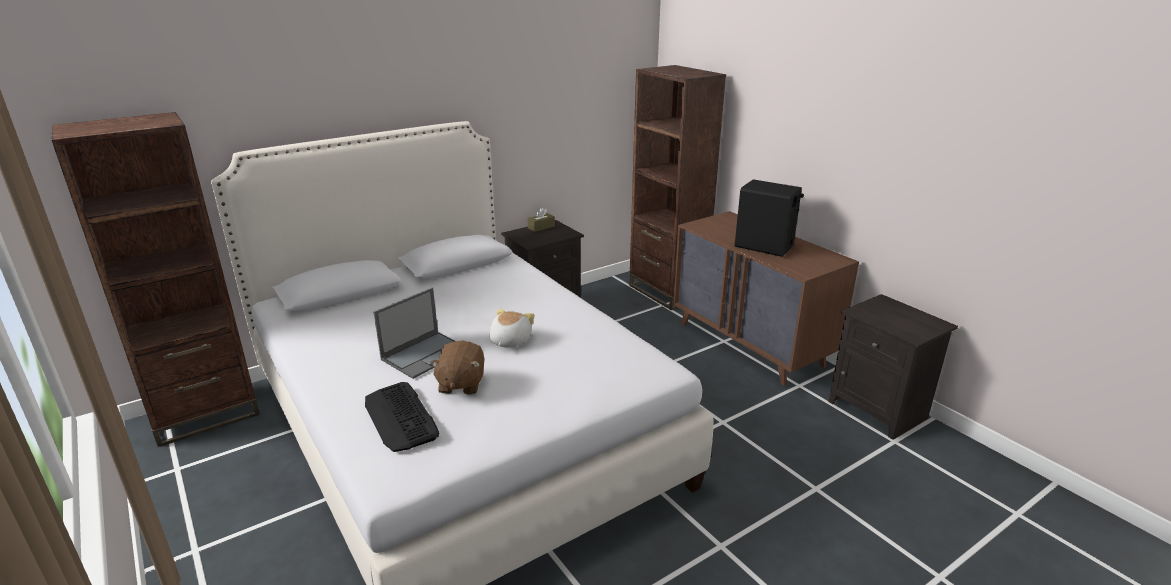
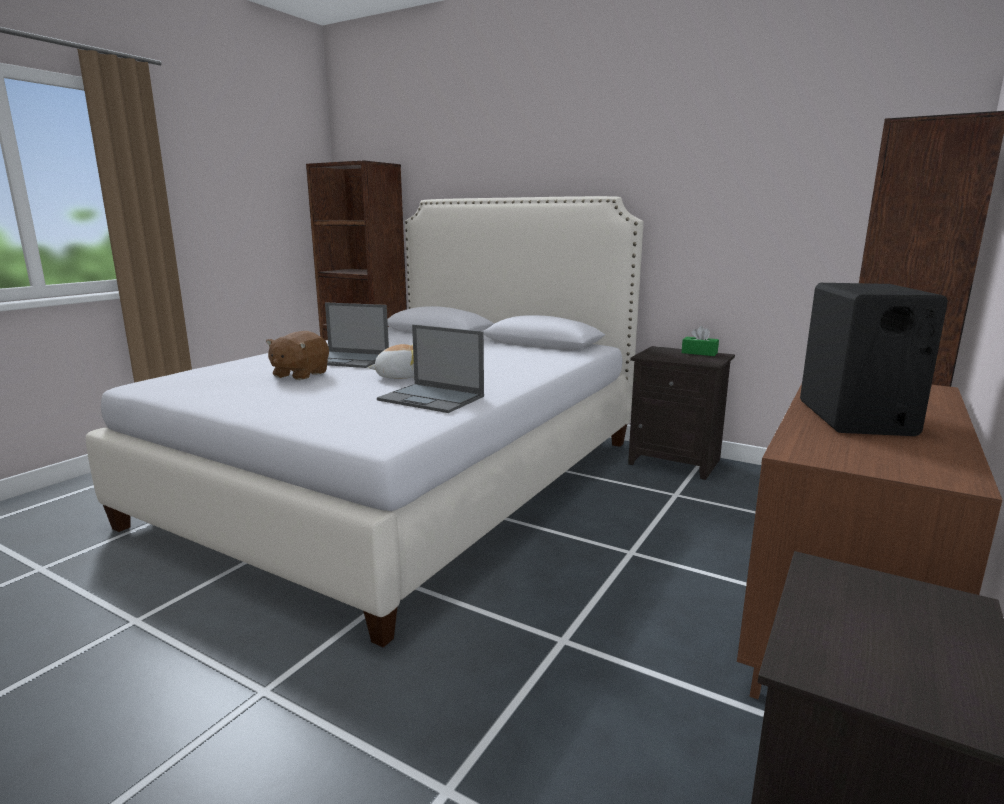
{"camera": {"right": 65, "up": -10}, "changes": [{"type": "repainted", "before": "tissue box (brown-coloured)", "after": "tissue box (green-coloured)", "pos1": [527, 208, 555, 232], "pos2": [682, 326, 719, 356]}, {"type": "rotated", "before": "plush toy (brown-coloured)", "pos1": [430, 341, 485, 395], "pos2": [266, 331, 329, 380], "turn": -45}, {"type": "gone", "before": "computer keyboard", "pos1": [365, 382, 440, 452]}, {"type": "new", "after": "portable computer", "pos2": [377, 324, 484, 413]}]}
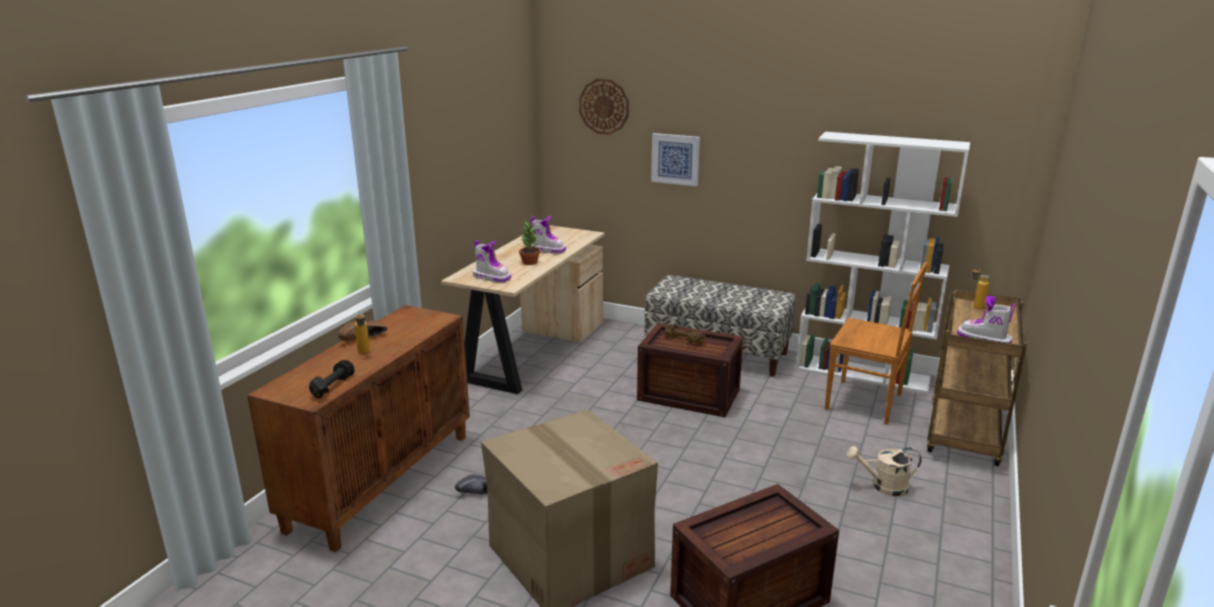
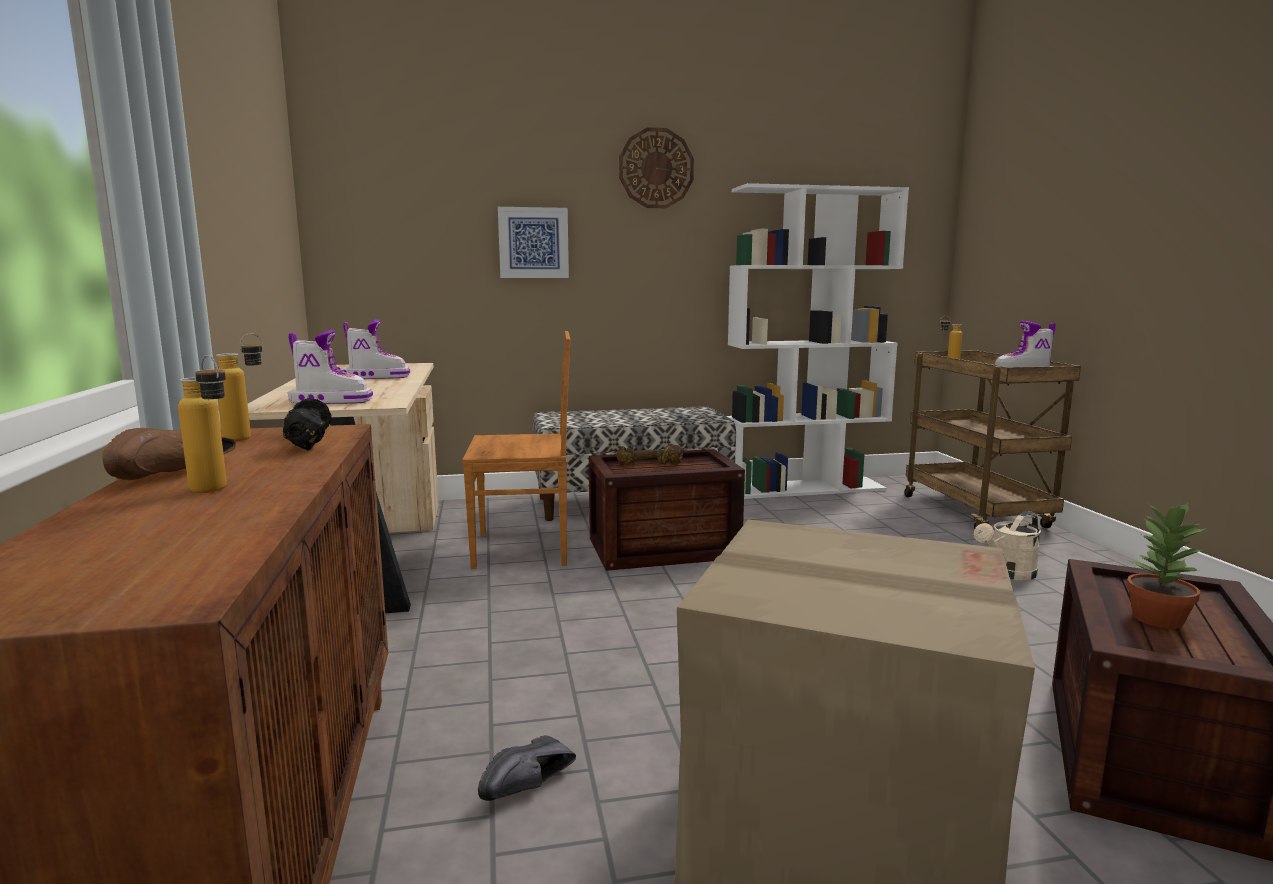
{"camera": {"right": -35, "up": -10}, "changes": [{"type": "shifted", "before": "wall clock", "pos1": [579, 79, 629, 135], "pos2": [619, 127, 694, 208]}, {"type": "shifted", "before": "plant in a pot", "pos1": [519, 221, 540, 265], "pos2": [1126, 502, 1206, 629]}, {"type": "shifted", "before": "chair (brown-coloured)", "pos1": [825, 262, 927, 425], "pos2": [462, 331, 570, 569]}, {"type": "shifted", "before": "free weight (black-coloured)", "pos1": [309, 360, 354, 398], "pos2": [283, 398, 331, 450]}, {"type": "new", "after": "bottle", "pos2": [216, 333, 263, 441]}]}
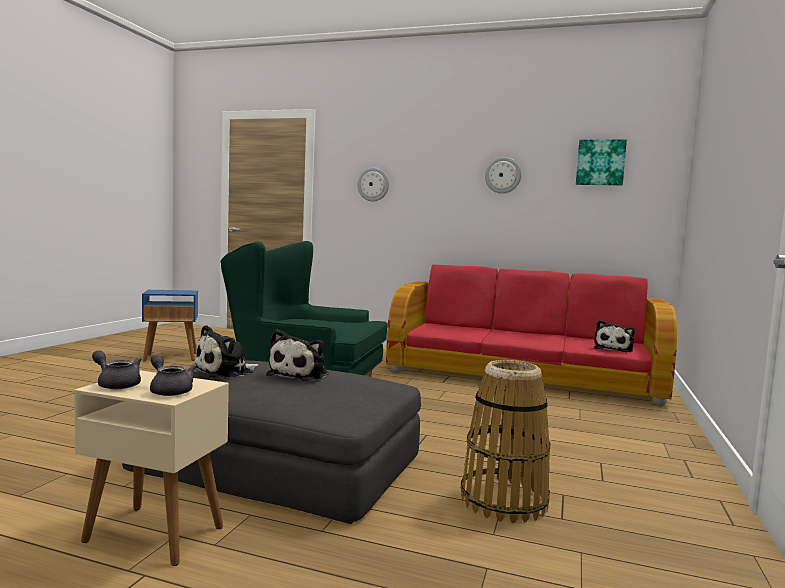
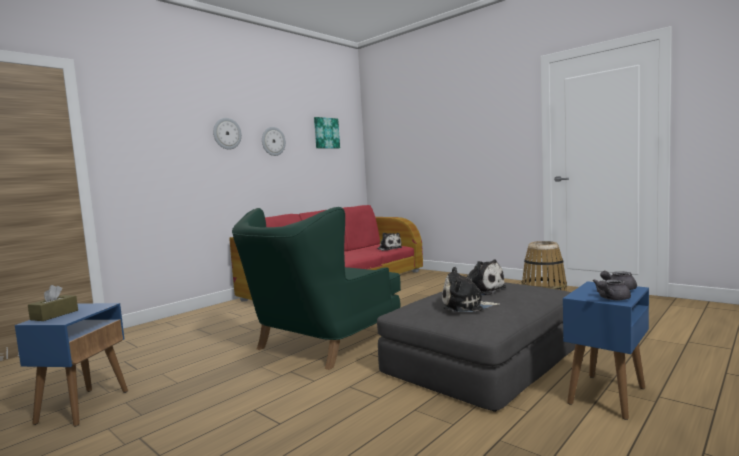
{"camera": {"right": -65, "up": 0}, "changes": [{"type": "shifted", "before": "wall clock", "pos1": [358, 168, 389, 202], "pos2": [213, 118, 242, 150]}, {"type": "rotated", "before": "plush toy", "pos1": [195, 325, 259, 378], "pos2": [442, 267, 500, 312], "turn": 120}, {"type": "repainted", "before": "side table (beige)", "after": "side table (bluish)", "pos1": [74, 370, 229, 566], "pos2": [563, 281, 649, 420]}, {"type": "new", "after": "tissue box (brown-coloured)", "pos2": [28, 285, 78, 321]}]}
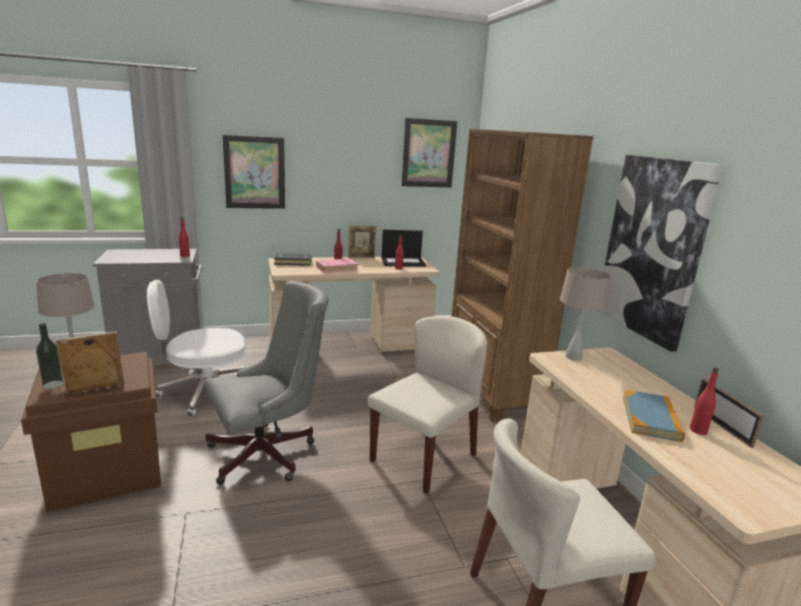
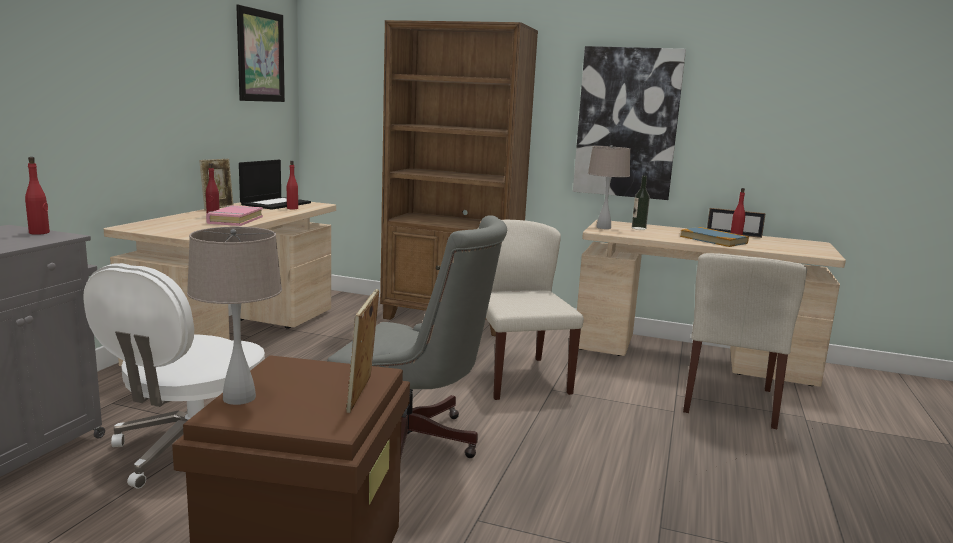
{"camera": {"right": -55, "up": -5}, "changes": [{"type": "gone", "before": "wall art", "pos1": [223, 135, 285, 209]}, {"type": "gone", "before": "bound book (black-coloured)", "pos1": [274, 253, 312, 266]}, {"type": "rotated", "before": "office chair (greyish)", "pos1": [205, 281, 328, 485], "pos2": [327, 215, 507, 460], "turn": 105}, {"type": "shifted", "before": "bottle", "pos1": [36, 323, 64, 389], "pos2": [632, 176, 650, 230]}]}
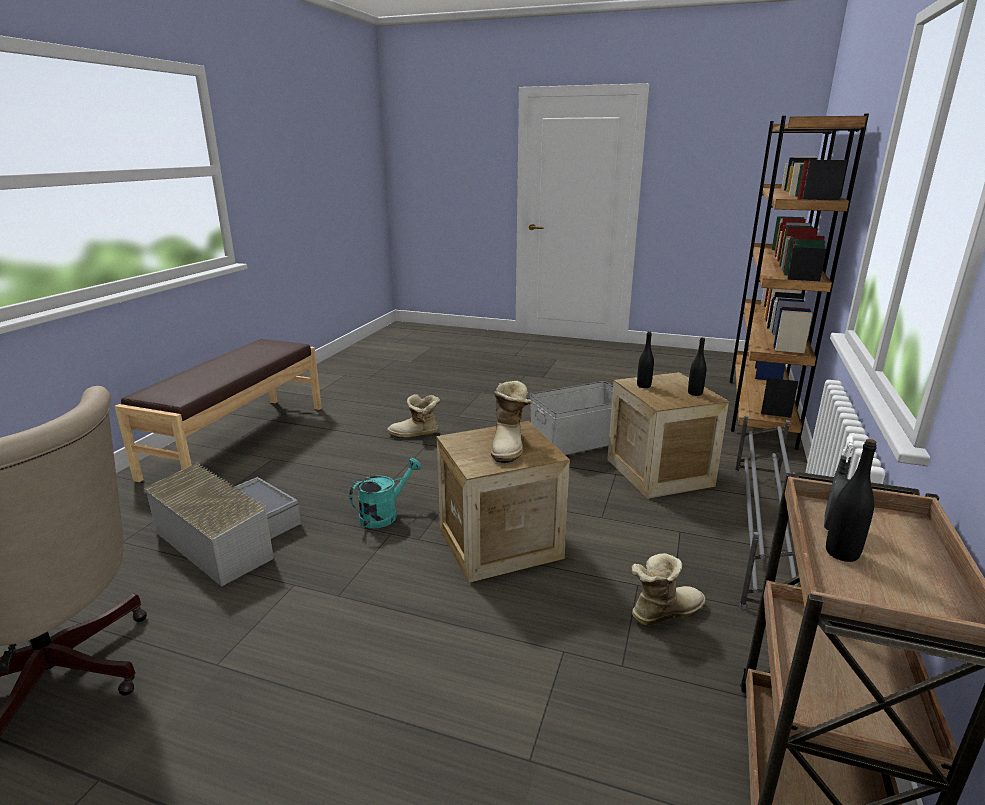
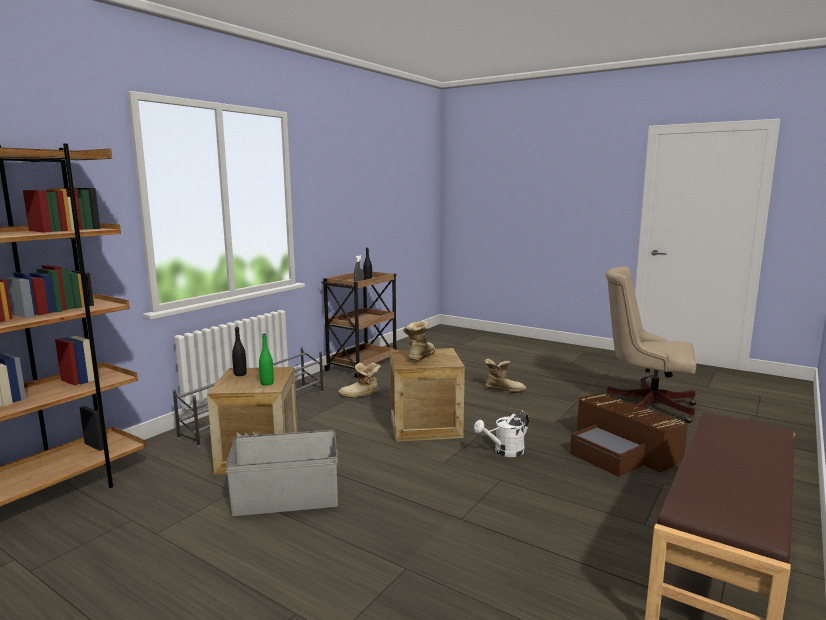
{"camera": {"right": -165, "up": -10}, "changes": [{"type": "repainted", "before": "bottle (black-coloured)", "after": "bottle (green-coloured)", "pos1": [637, 331, 654, 388], "pos2": [259, 334, 274, 386]}, {"type": "shifted", "before": "high-top boot", "pos1": [387, 394, 440, 438], "pos2": [484, 359, 526, 393]}, {"type": "repainted", "before": "sprinkling can (turquoise-coloured)", "after": "sprinkling can (whitish)", "pos1": [349, 458, 422, 528], "pos2": [474, 410, 529, 457]}, {"type": "repainted", "before": "storage bin (greyish)", "after": "storage bin (brown-coloured)", "pos1": [144, 463, 301, 587], "pos2": [570, 393, 688, 477]}]}
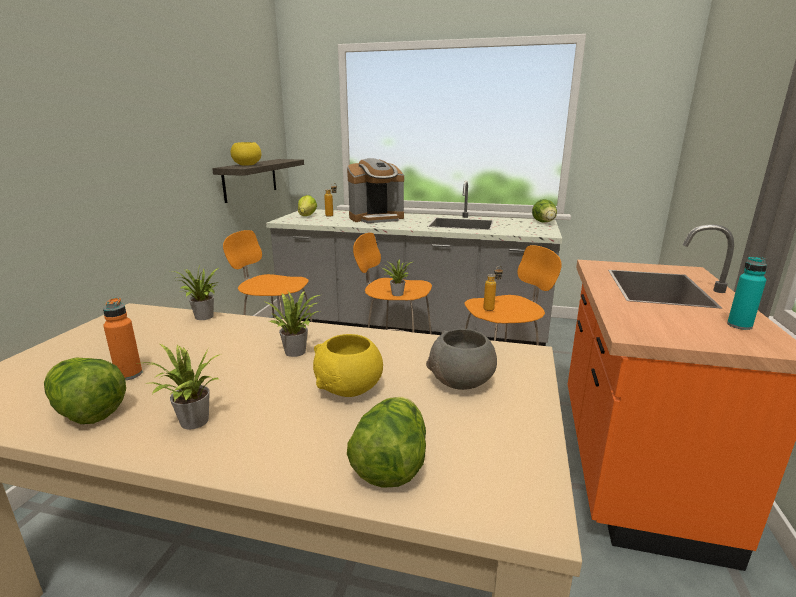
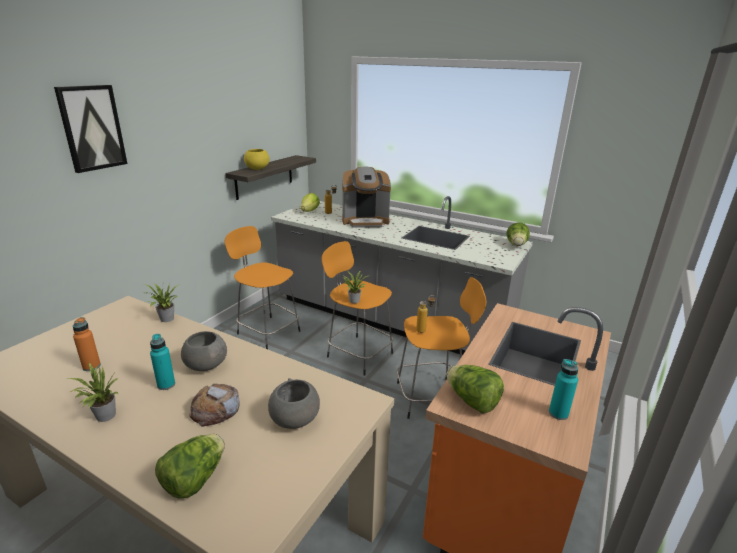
{"camera": {"right": 15, "up": 5}, "changes": [{"type": "swapped", "before": "plant in a pot", "after": "serving bowl (greyish)", "pos1": [263, 291, 320, 357], "pos2": [181, 331, 227, 371]}, {"type": "swapped", "before": "serving bowl (yellow-coloured)", "after": "bread", "pos1": [313, 334, 383, 397], "pos2": [189, 384, 240, 426]}, {"type": "shifted", "before": "lettuce head", "pos1": [44, 358, 126, 424], "pos2": [446, 365, 504, 413]}, {"type": "new", "after": "wall art", "pos2": [54, 85, 127, 173]}, {"type": "new", "after": "bottle (turquoise-coloured)", "pos2": [150, 334, 175, 390]}]}
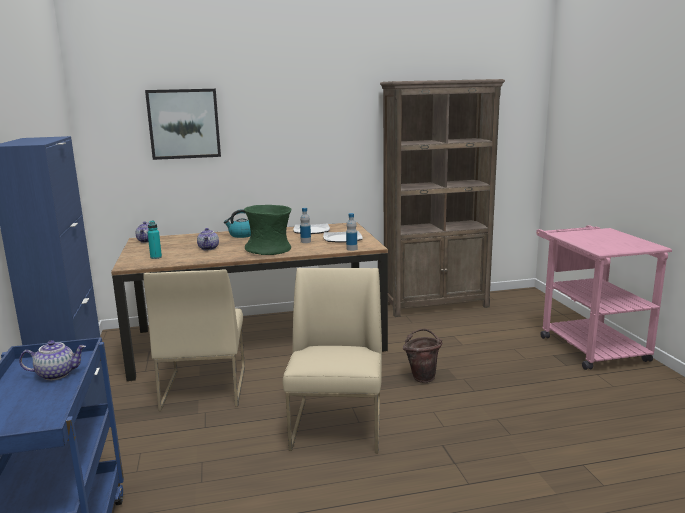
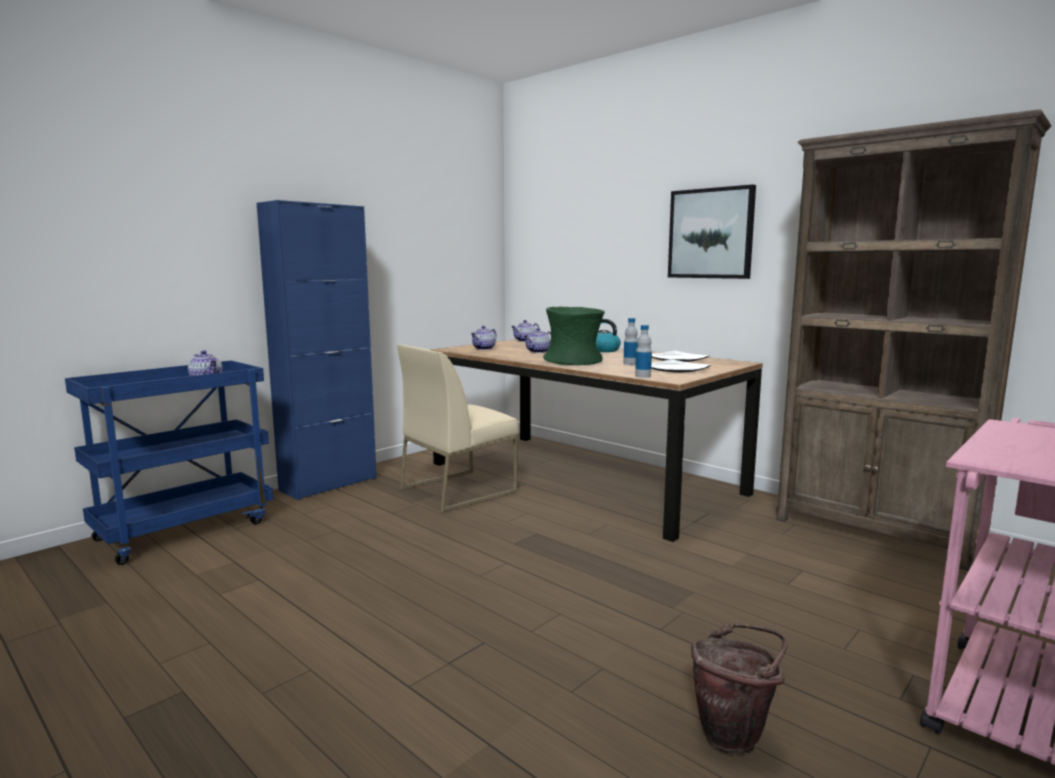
{"camera": {"right": 55, "up": -5}, "changes": [{"type": "shifted", "before": "wall art", "pos1": [145, 89, 221, 160], "pos2": [668, 184, 756, 279]}, {"type": "swapped", "before": "bottle (turquoise-coloured)", "after": "teapot", "pos1": [147, 221, 162, 259], "pos2": [470, 326, 497, 350]}, {"type": "gone", "before": "chair (beige)", "pos1": [283, 268, 382, 453]}, {"type": "shifted", "before": "water bucket (brown-coloured)", "pos1": [403, 329, 442, 383], "pos2": [691, 622, 787, 754]}]}
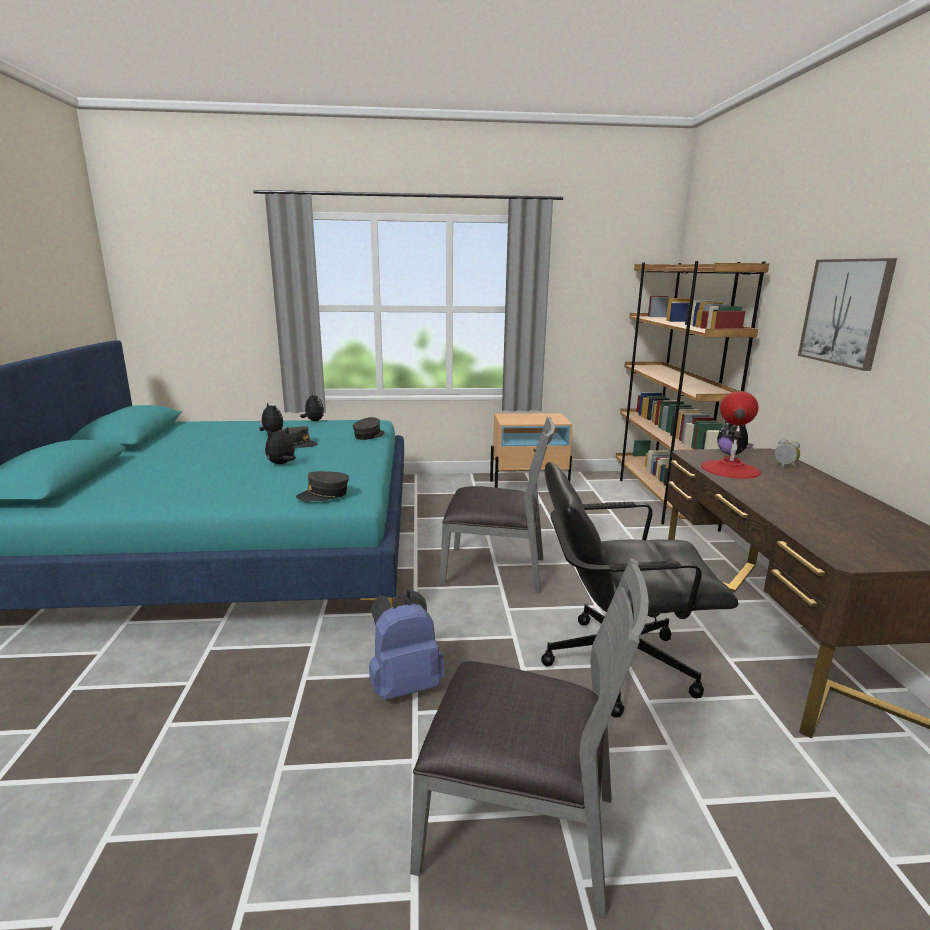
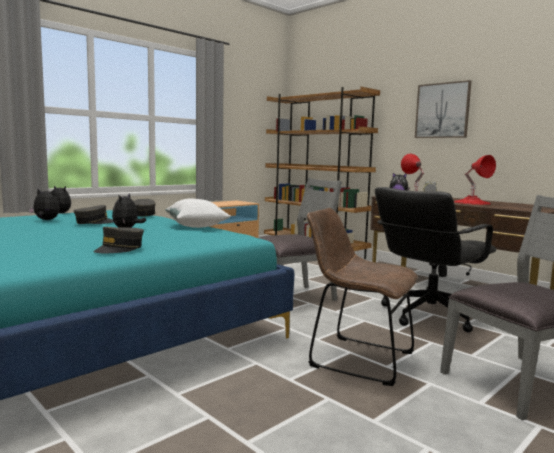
{"camera": {"right": -40, "up": -10}, "changes": [{"type": "shifted", "before": "peaked cap (greyish)", "pos1": [296, 471, 349, 501], "pos2": [93, 227, 144, 253]}, {"type": "swapped", "before": "backpack (bluish)", "after": "chair (brown-coloured)", "pos1": [369, 590, 444, 700], "pos2": [307, 208, 418, 386]}, {"type": "new", "after": "tabletop lamp (red-coloured)", "pos2": [454, 155, 496, 205]}, {"type": "new", "after": "pillow (whitish)", "pos2": [165, 198, 231, 228]}]}
